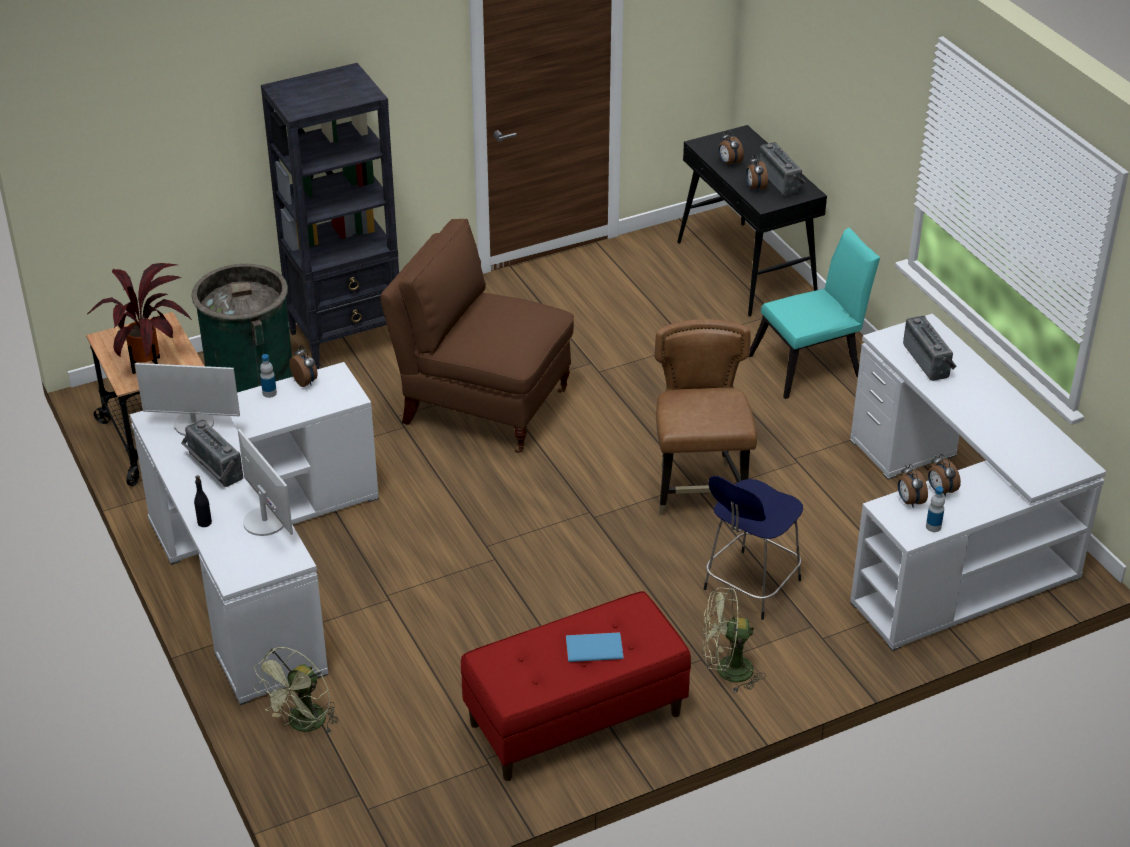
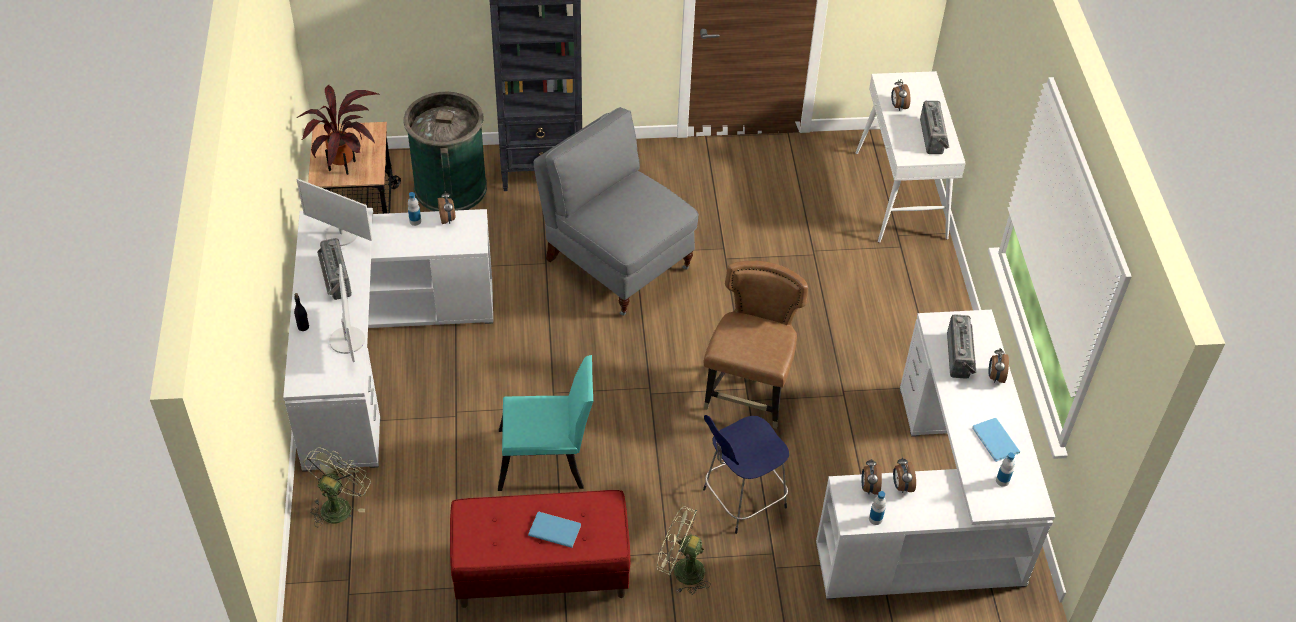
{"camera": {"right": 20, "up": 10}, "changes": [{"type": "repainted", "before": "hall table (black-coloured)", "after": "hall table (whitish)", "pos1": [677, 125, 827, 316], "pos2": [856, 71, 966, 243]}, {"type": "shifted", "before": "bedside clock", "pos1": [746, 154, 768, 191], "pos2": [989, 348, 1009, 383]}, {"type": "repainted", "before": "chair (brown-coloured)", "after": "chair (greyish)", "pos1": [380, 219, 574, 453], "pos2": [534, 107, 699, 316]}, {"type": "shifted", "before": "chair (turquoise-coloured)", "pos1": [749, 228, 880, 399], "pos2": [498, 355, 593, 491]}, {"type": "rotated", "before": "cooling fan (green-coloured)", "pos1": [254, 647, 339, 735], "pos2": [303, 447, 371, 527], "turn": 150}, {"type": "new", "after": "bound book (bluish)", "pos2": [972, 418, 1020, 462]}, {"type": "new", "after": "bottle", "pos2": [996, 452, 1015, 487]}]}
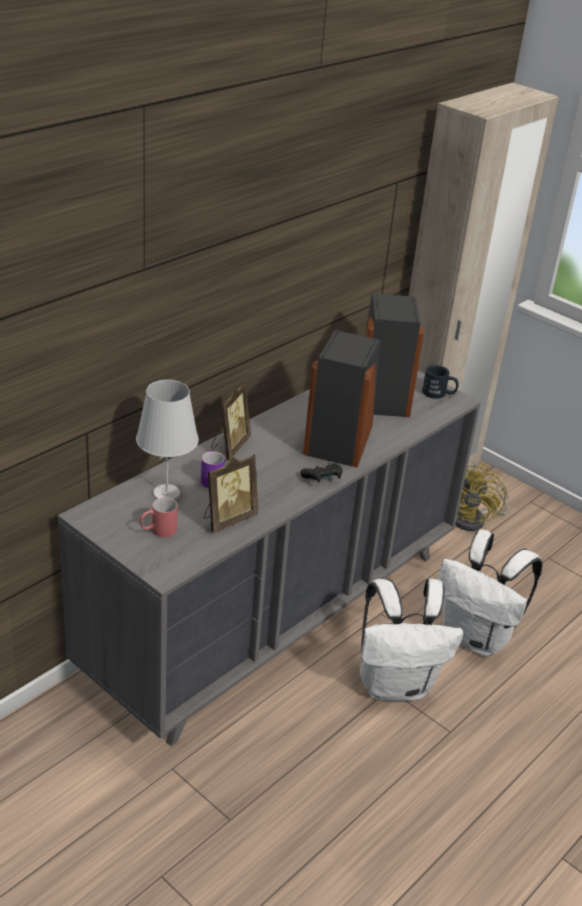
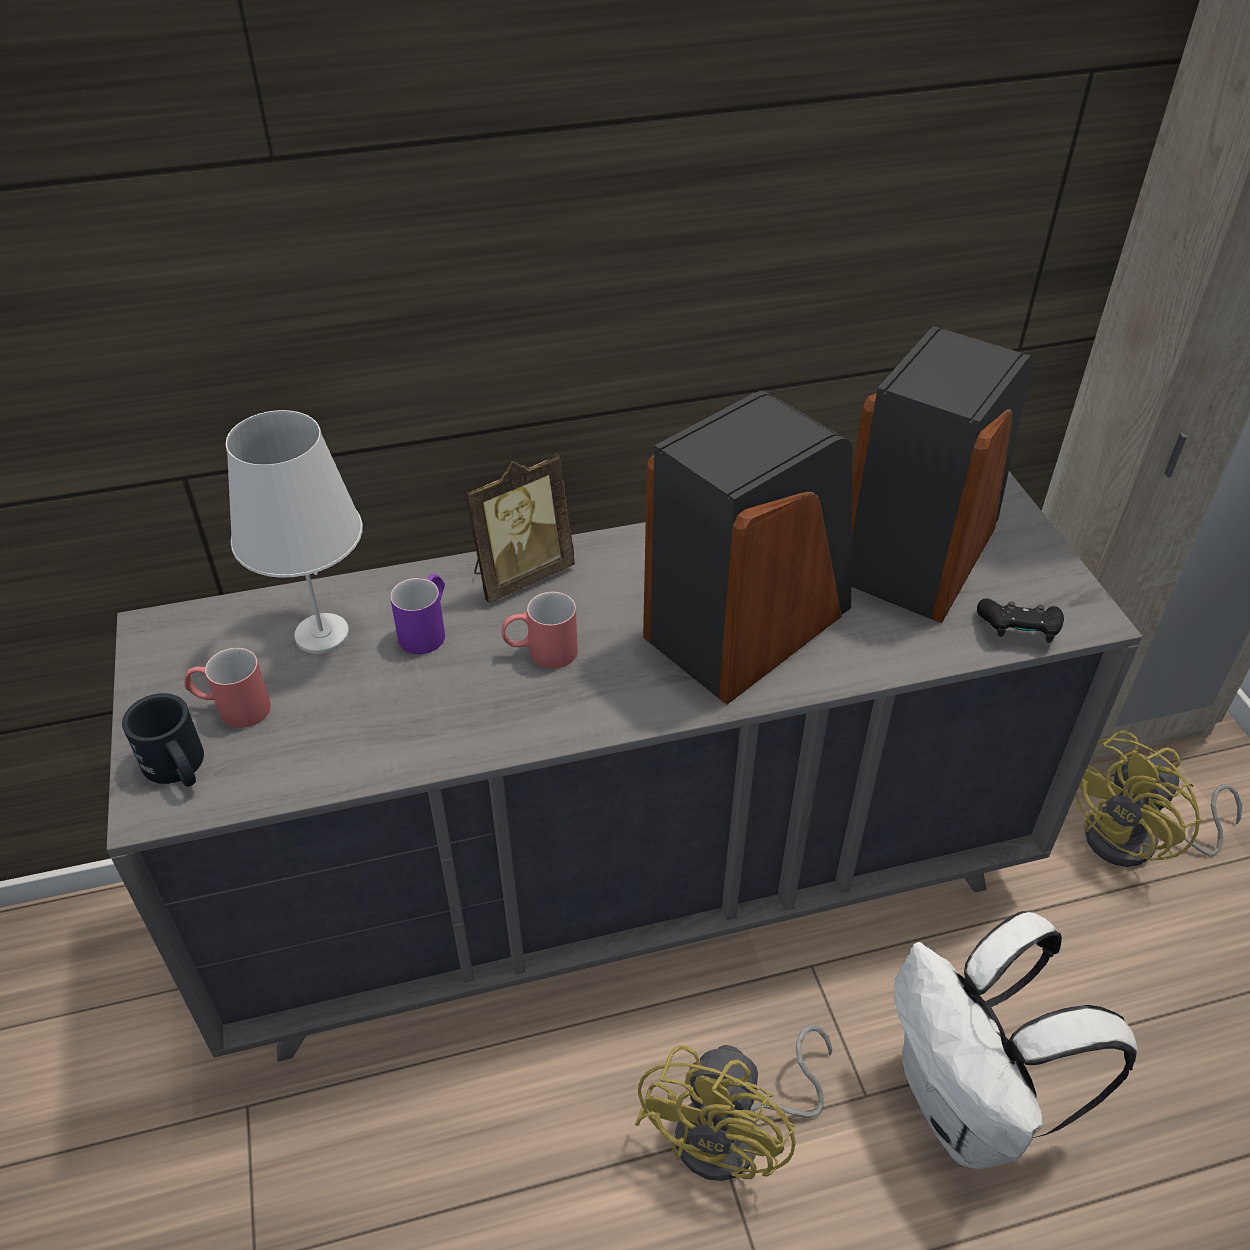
{"camera": {"right": 35, "up": 10}, "changes": [{"type": "shifted", "before": "coffee mug (black-coloured)", "pos1": [422, 365, 459, 399], "pos2": [122, 693, 204, 787]}, {"type": "gone", "before": "picture frame", "pos1": [204, 454, 258, 533]}, {"type": "shifted", "before": "joypad (black-coloured)", "pos1": [300, 463, 342, 483], "pos2": [977, 598, 1064, 643]}, {"type": "swapped", "before": "backpack (whitish)", "after": "cooling fan (yellow-coloured)", "pos1": [360, 579, 463, 701], "pos2": [635, 1025, 832, 1181]}, {"type": "new", "after": "coffee mug (red-coloured)", "pos2": [502, 592, 578, 669]}]}
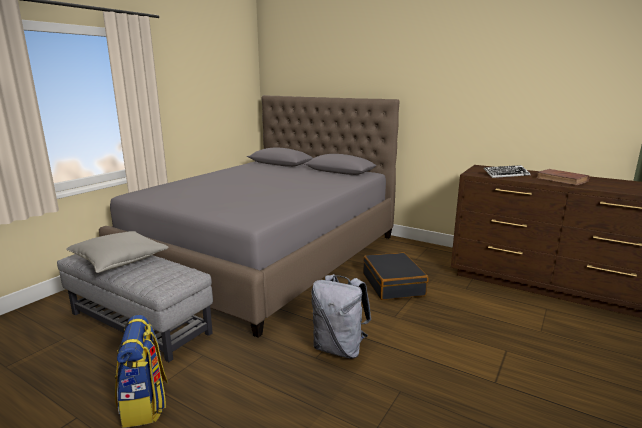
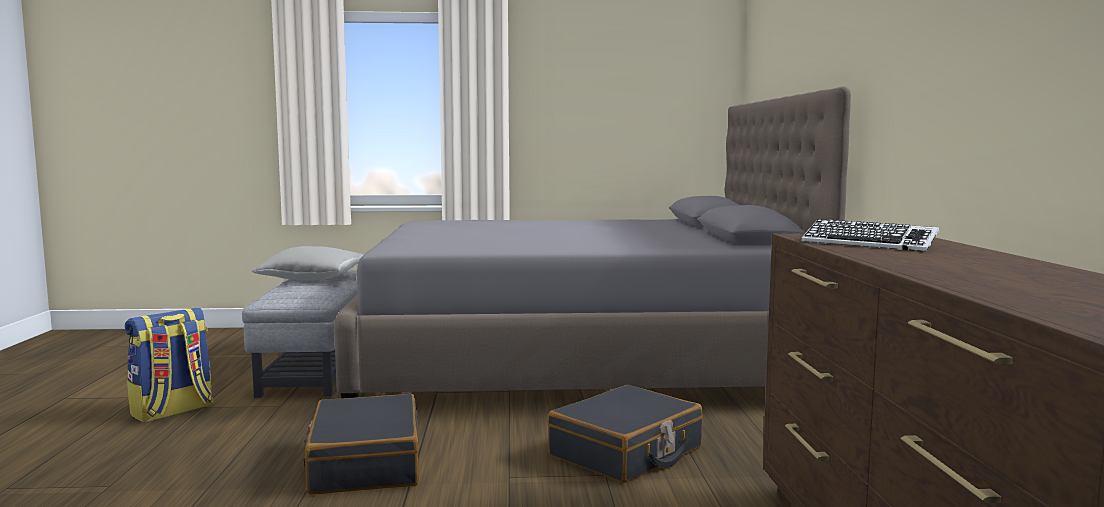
{"camera": {"right": 55, "up": -10}, "changes": [{"type": "gone", "before": "bound book (brown-coloured)", "pos1": [537, 169, 590, 186]}, {"type": "swapped", "before": "backpack (greyish)", "after": "piece of luggage (black-coloured)", "pos1": [311, 274, 371, 359], "pos2": [303, 394, 419, 495]}]}
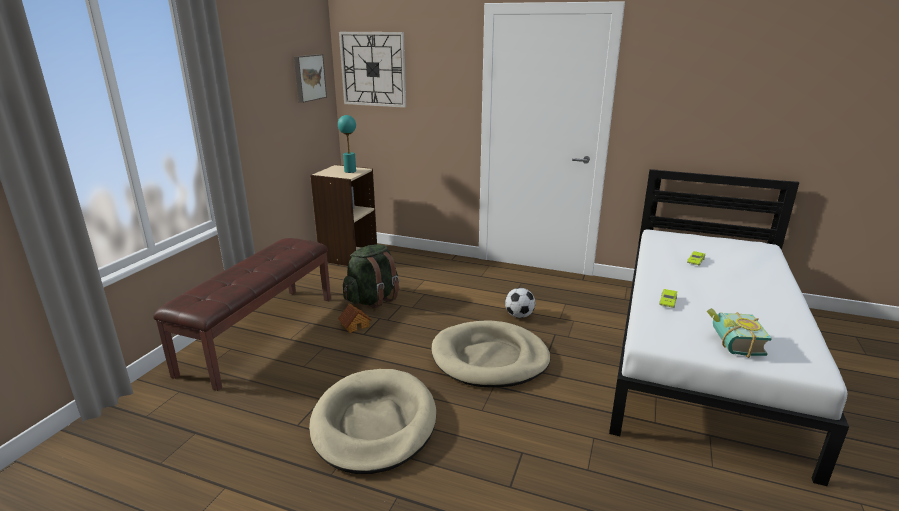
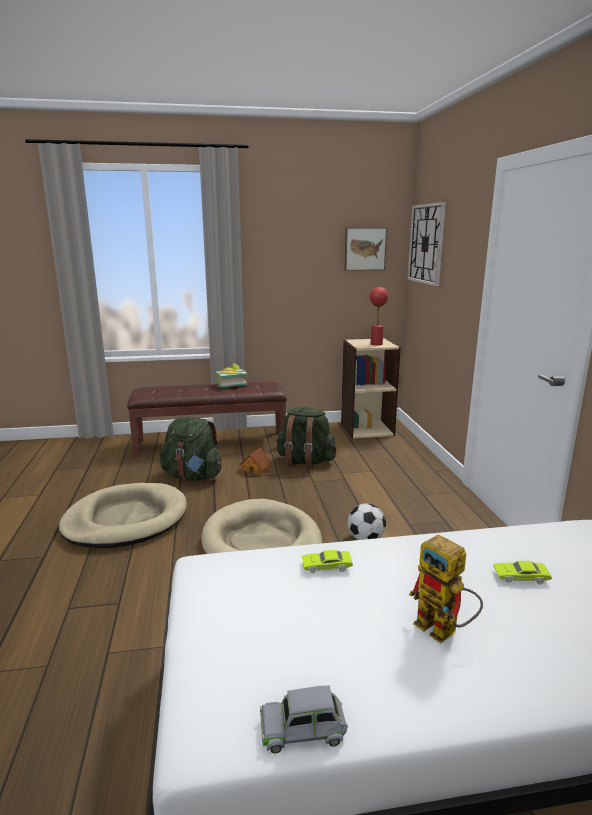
{"camera": {"right": 60, "up": -5}, "changes": [{"type": "repainted", "before": "tabletop lamp (turquoise-coloured)", "after": "tabletop lamp (red-coloured)", "pos1": [338, 115, 356, 173], "pos2": [370, 287, 388, 346]}, {"type": "shifted", "before": "bound book", "pos1": [706, 308, 772, 358], "pos2": [215, 363, 248, 388]}, {"type": "new", "after": "backpack (green-coloured)", "pos2": [160, 417, 222, 481]}, {"type": "new", "after": "toy robot", "pos2": [409, 534, 483, 644]}, {"type": "new", "after": "miniature car (greyish)", "pos2": [260, 686, 348, 754]}]}
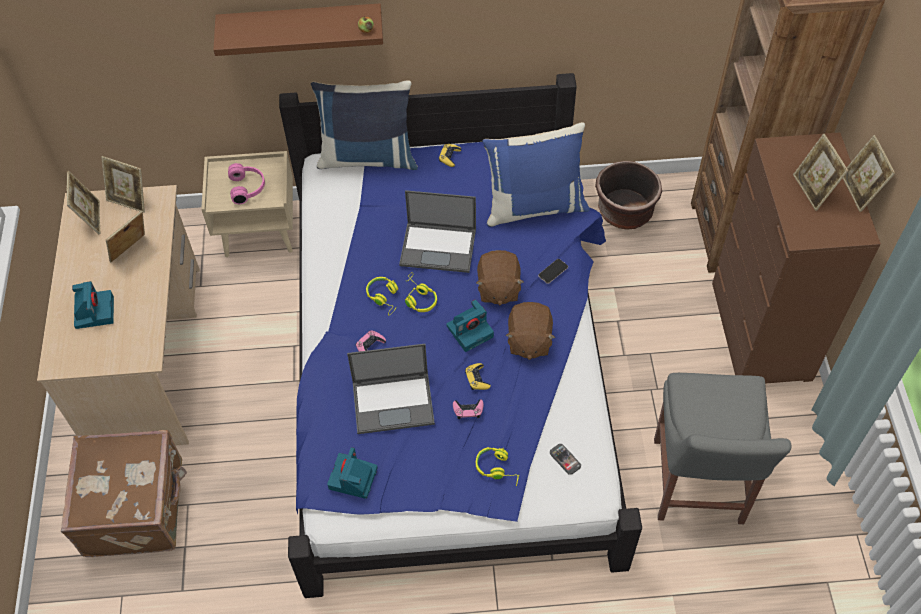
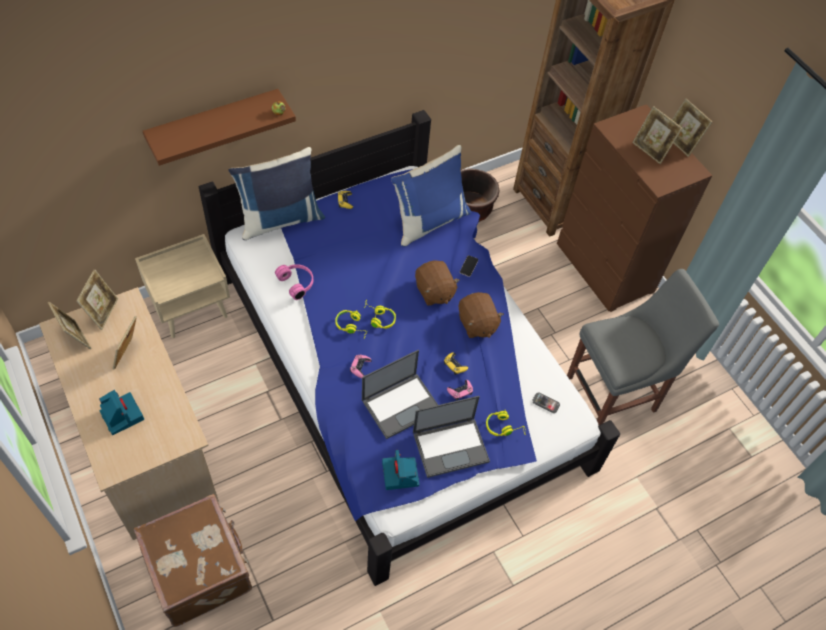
{"camera": {"right": -30, "up": 0}, "changes": [{"type": "rotated", "before": "picture frame", "pos1": [101, 156, 145, 213], "pos2": [76, 269, 118, 330], "turn": -75}, {"type": "shifted", "before": "pair of headphones (pinkish)", "pos1": [228, 163, 265, 204], "pos2": [275, 264, 313, 300]}, {"type": "shifted", "before": "portable computer", "pos1": [399, 190, 476, 273], "pos2": [413, 396, 490, 478]}, {"type": "gone", "before": "photo camera", "pos1": [446, 300, 494, 352]}, {"type": "rotated", "before": "chair (greyish)", "pos1": [654, 373, 792, 524], "pos2": [567, 269, 719, 425], "turn": -90}]}
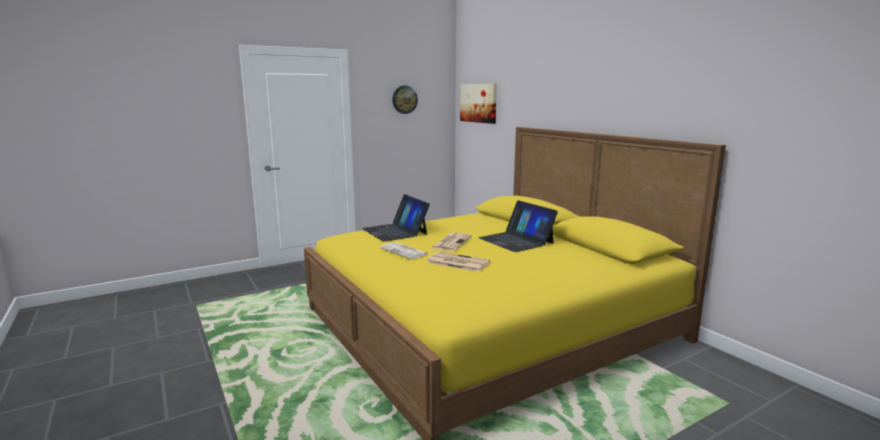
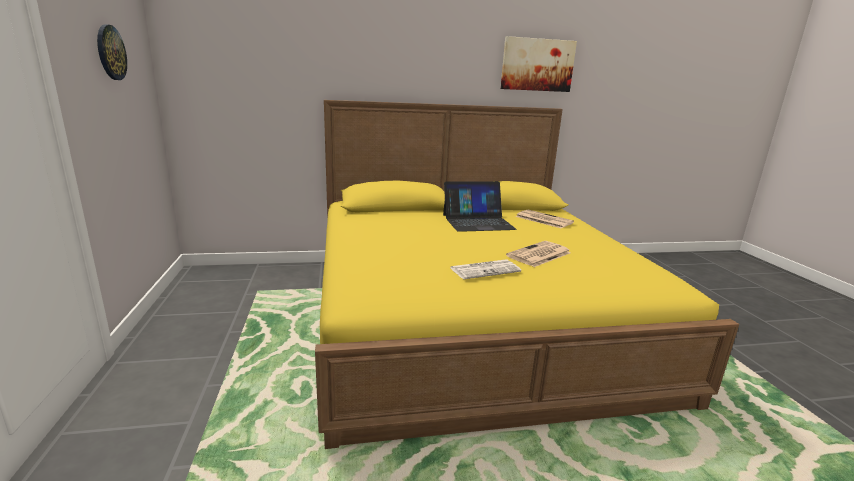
{"camera": {"right": -70, "up": 5}, "changes": [{"type": "shifted", "before": "wall art", "pos1": [460, 84, 497, 124], "pos2": [500, 36, 577, 92]}, {"type": "gone", "before": "portable computer", "pos1": [362, 194, 430, 242]}, {"type": "shifted", "before": "printed paper", "pos1": [431, 233, 472, 251], "pos2": [515, 210, 574, 228]}]}
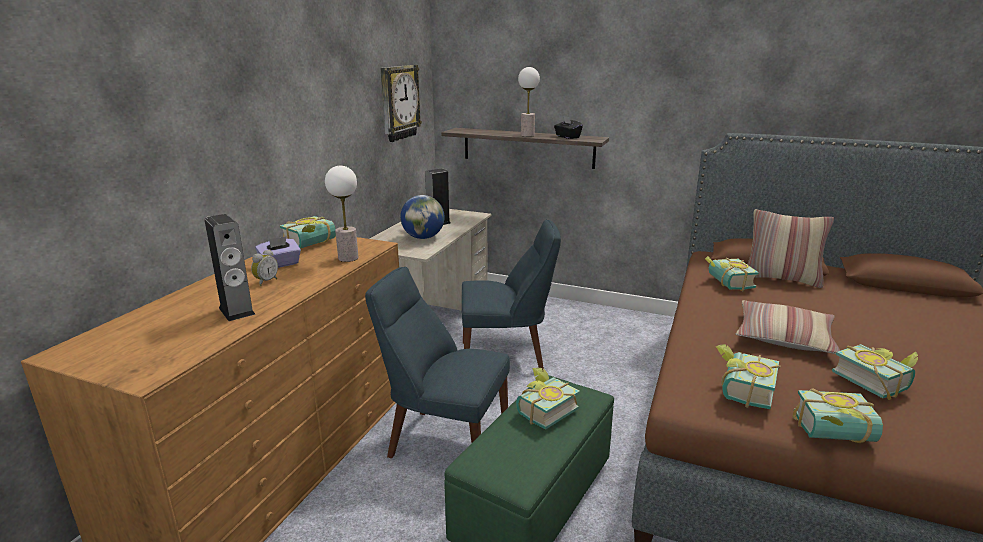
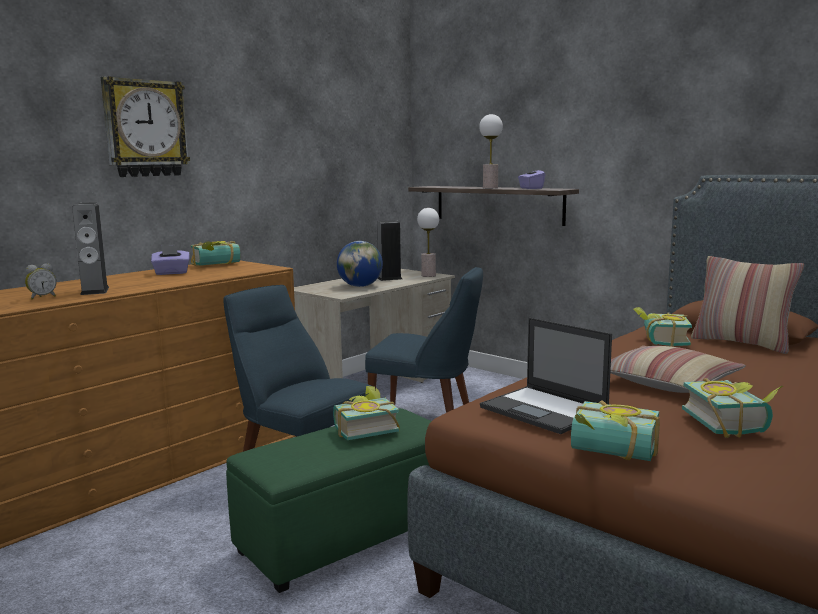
{"camera": {"right": 20, "up": -10}, "changes": [{"type": "shifted", "before": "wall clock", "pos1": [381, 65, 422, 142], "pos2": [101, 76, 190, 177]}, {"type": "repainted", "before": "tissue box (black-coloured)", "after": "tissue box (purplish)", "pos1": [554, 116, 583, 139], "pos2": [518, 165, 545, 189]}, {"type": "shifted", "before": "tabletop lamp", "pos1": [325, 166, 358, 262], "pos2": [417, 208, 439, 277]}, {"type": "shifted", "before": "bedside clock", "pos1": [251, 249, 278, 286], "pos2": [25, 263, 57, 300]}, {"type": "swapped", "before": "bound book", "after": "portable computer", "pos1": [716, 344, 781, 409], "pos2": [480, 318, 612, 434]}]}
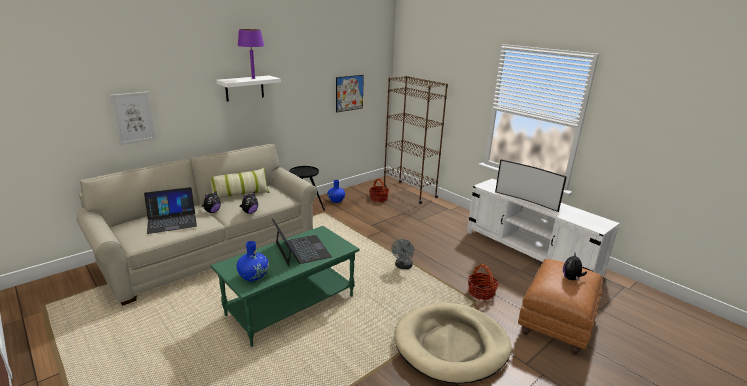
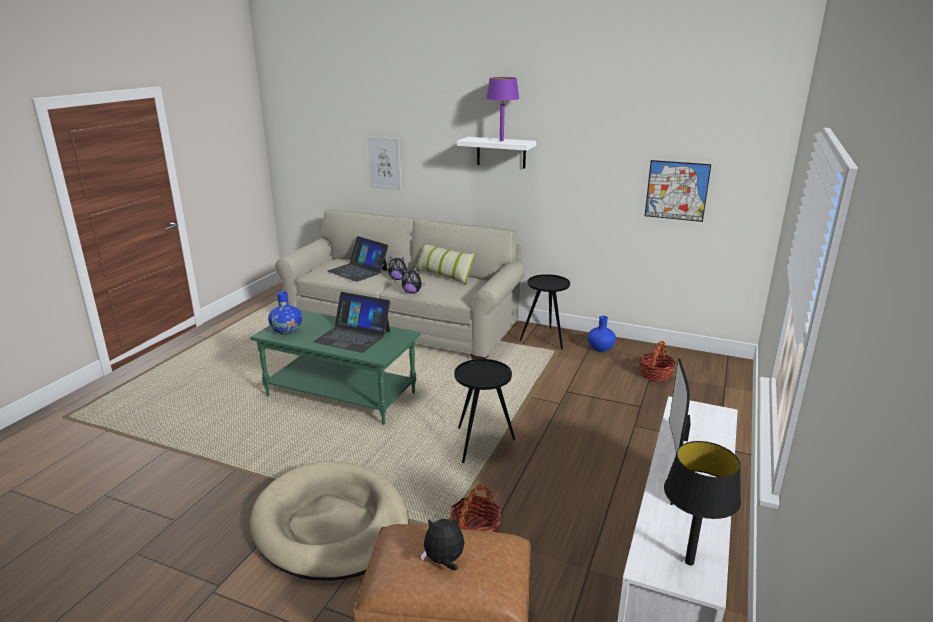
{"camera": {"right": 65, "up": 0}, "changes": [{"type": "gone", "before": "bookshelf (brown-coloured)", "pos1": [384, 76, 448, 204]}, {"type": "rotated", "before": "portable computer", "pos1": [272, 218, 332, 266], "pos2": [313, 292, 390, 353], "turn": 75}, {"type": "swapped", "before": "cooling fan (greyish)", "after": "side table (black-coloured)", "pos1": [392, 239, 415, 269], "pos2": [454, 359, 515, 463]}, {"type": "new", "after": "tabletop lamp (black-coloured)", "pos2": [664, 441, 741, 566]}]}
